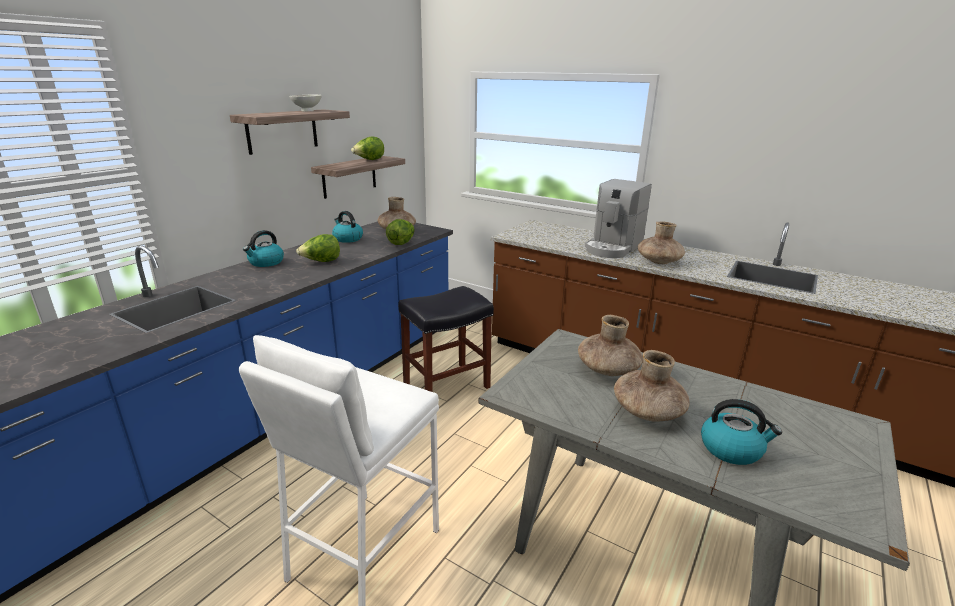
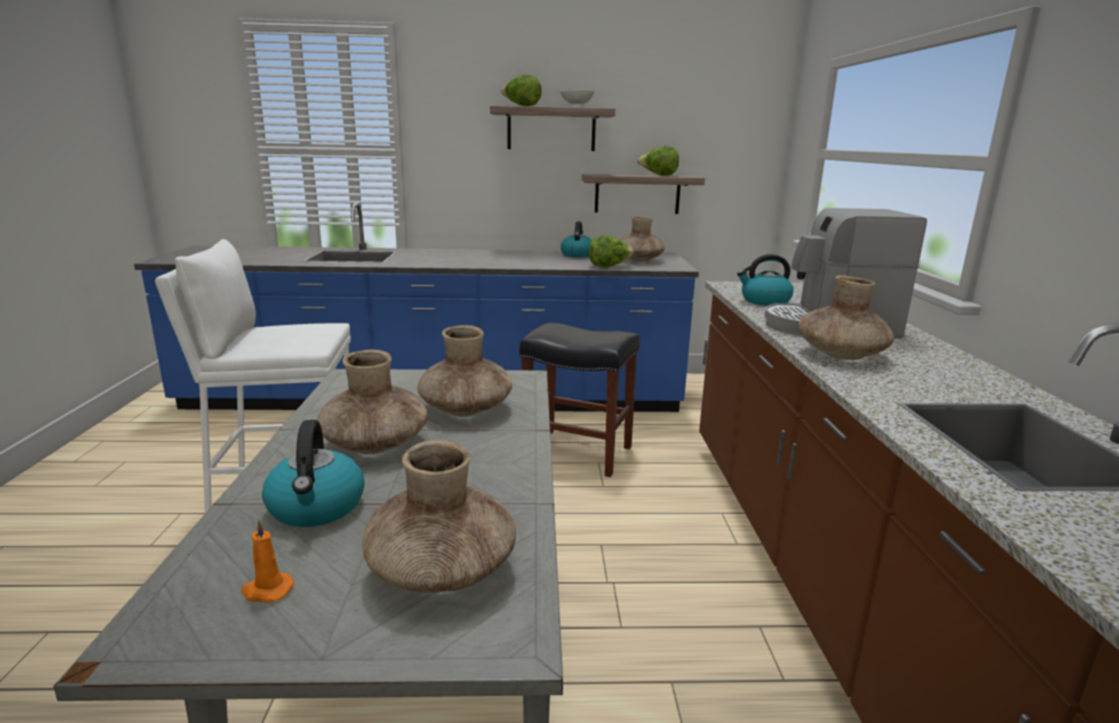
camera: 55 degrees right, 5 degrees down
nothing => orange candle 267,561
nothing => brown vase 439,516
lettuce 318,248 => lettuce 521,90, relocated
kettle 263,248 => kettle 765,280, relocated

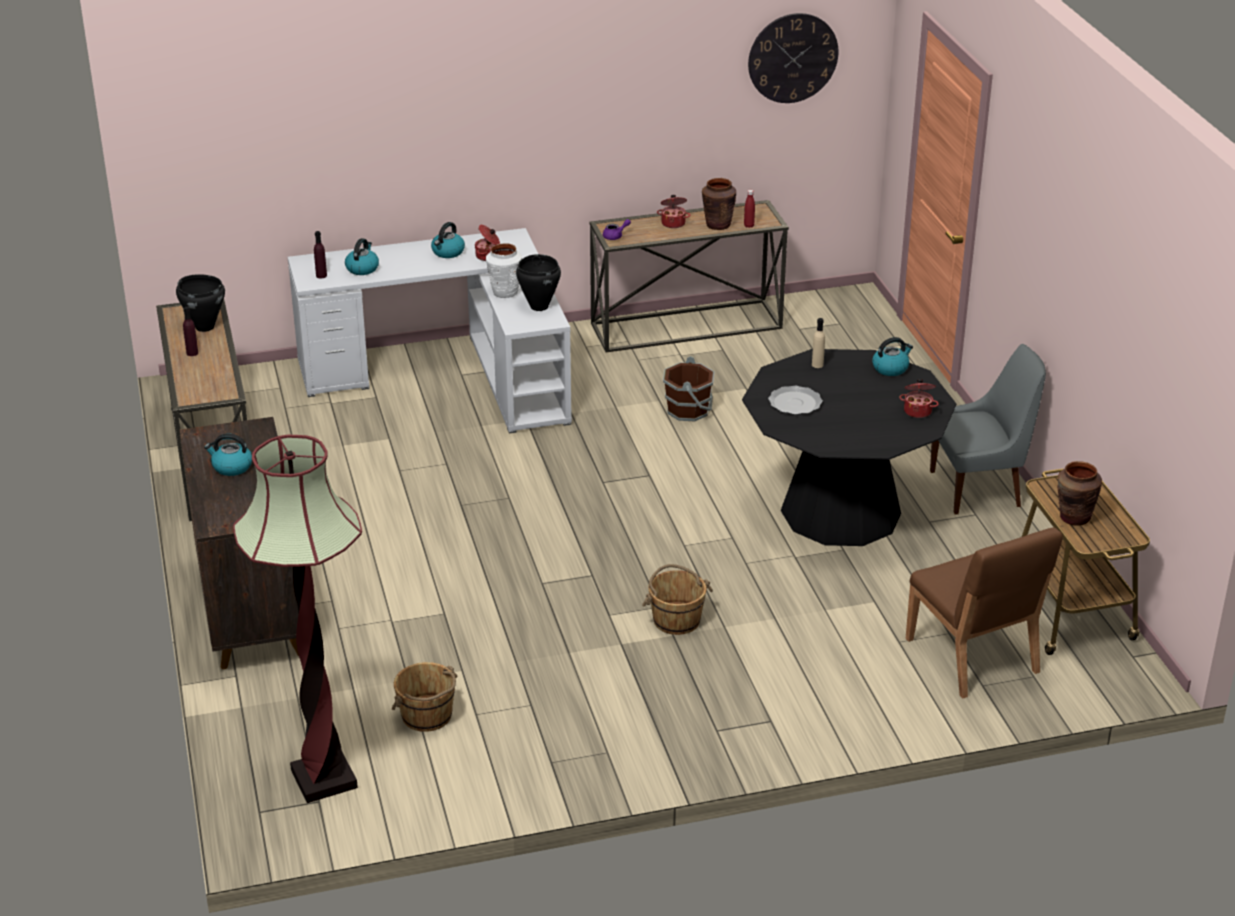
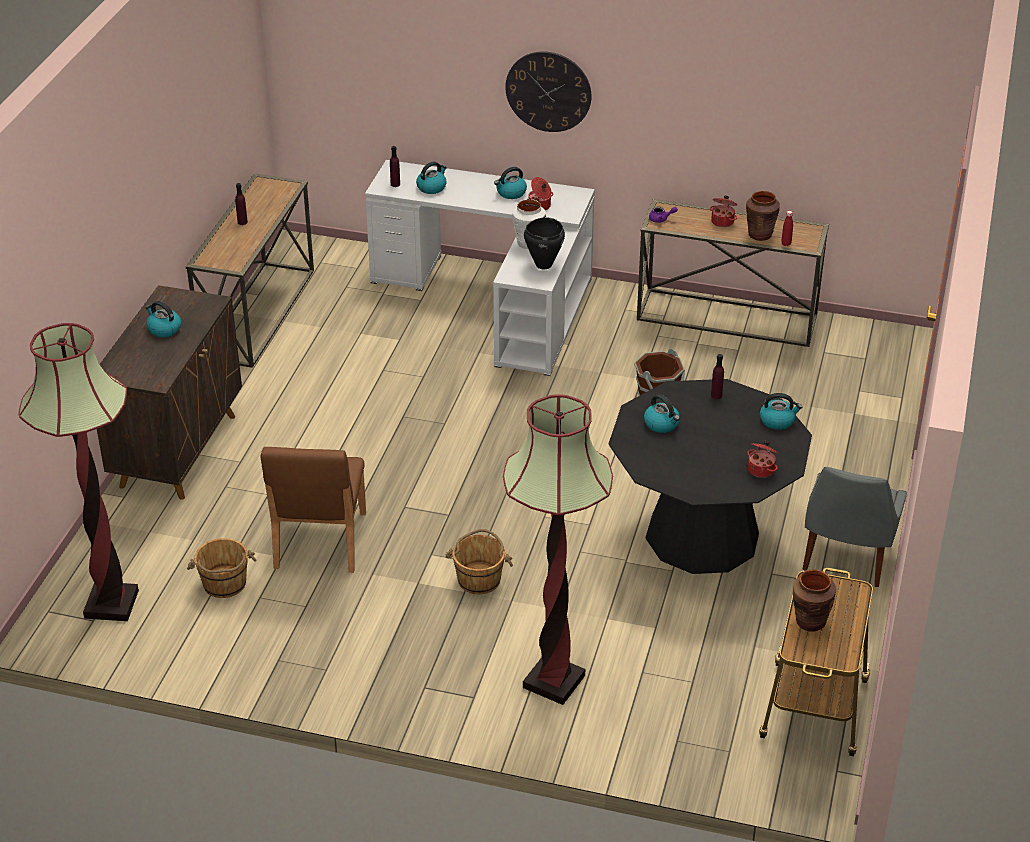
camera: 30 degrees right, 5 degrees up
brown chair 984,612 => brown chair 313,510, relocated
nothing => floor lamp 558,549
wall clock 793,58 => wall clock 548,91, relocated
plate 795,400 => kettle 662,413
beige bottle 818,343 => purple bottle 717,376
grey chair 988,429 => grey chair 855,527, 90 degrees clockwise
black cooking pot 200,303 => nothing

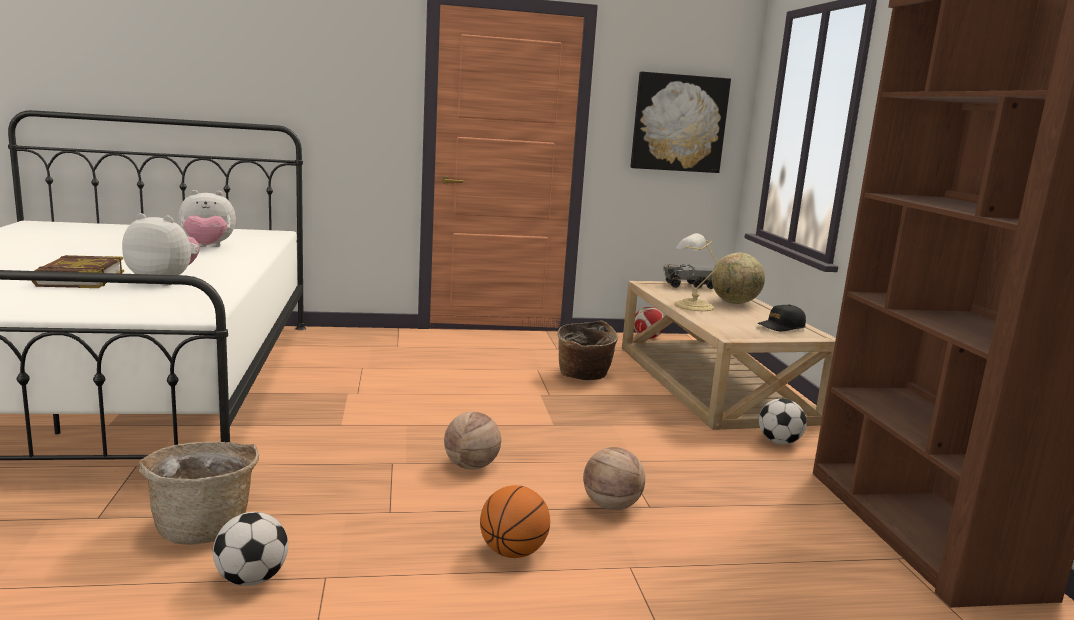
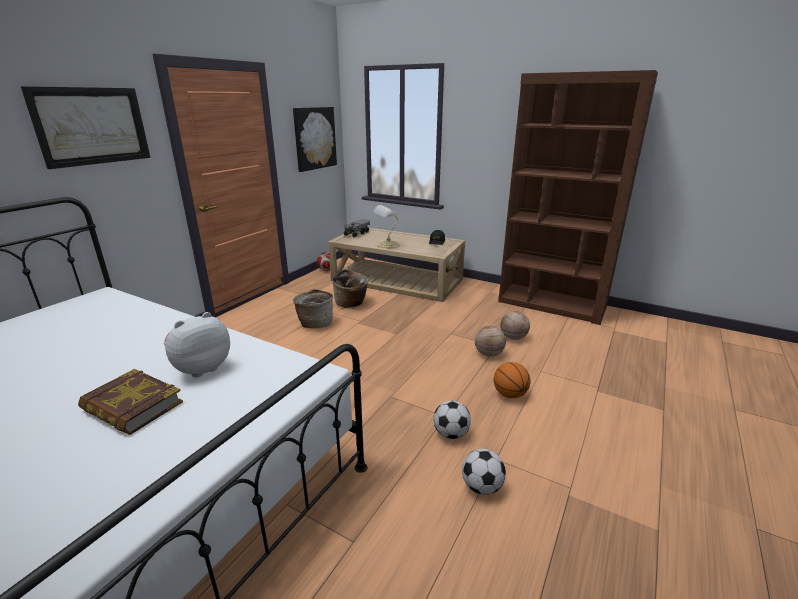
camera: 50 degrees left, 10 degrees up
nothing => picture 85,127
basket 199,493 => basket 313,308, relocated
football 783,421 => football 452,420, relocated
basketball 472,441 => basketball 515,325, relocated
plush toy 207,218 => nothing
globe 738,278 => nothing

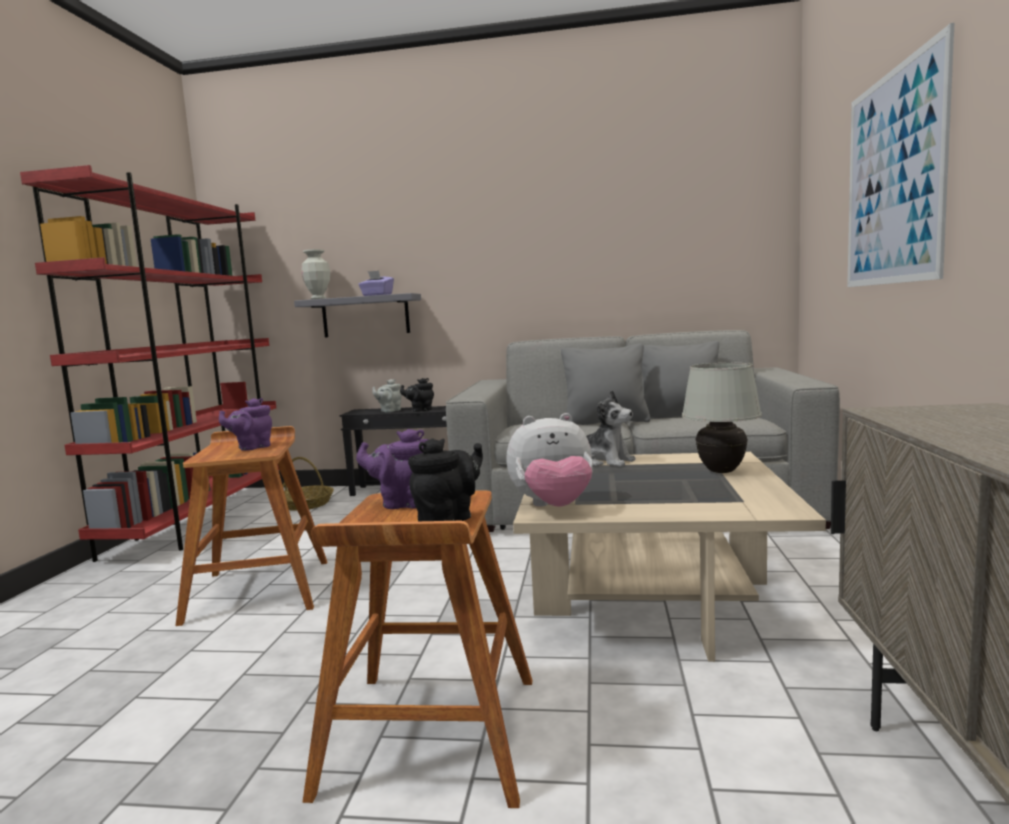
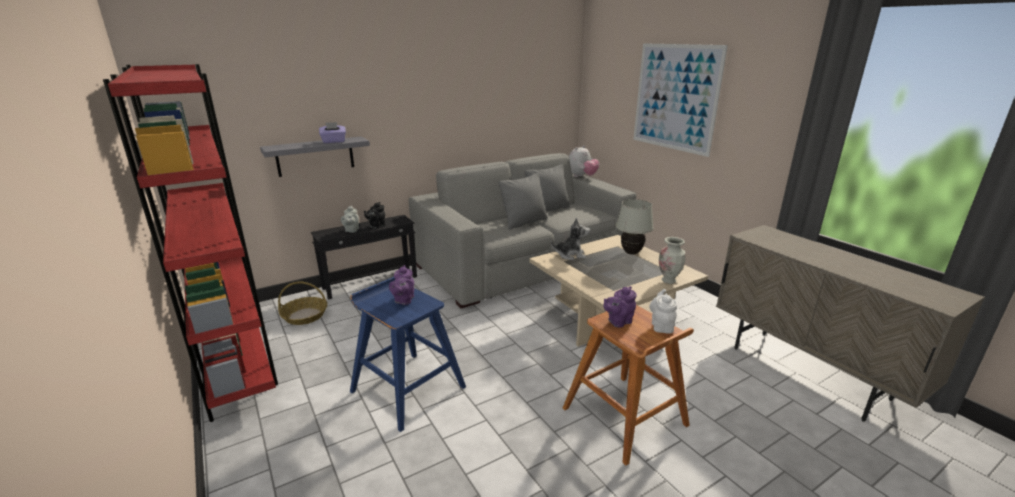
camera: 40 degrees left, 15 degrees up
brown stool 251,526 => blue stool 408,354
plush toy 549,460 => plush toy 584,161, relocated
black teapot 445,479 => white teapot 663,311
vase 315,274 => vase 672,260, relocated

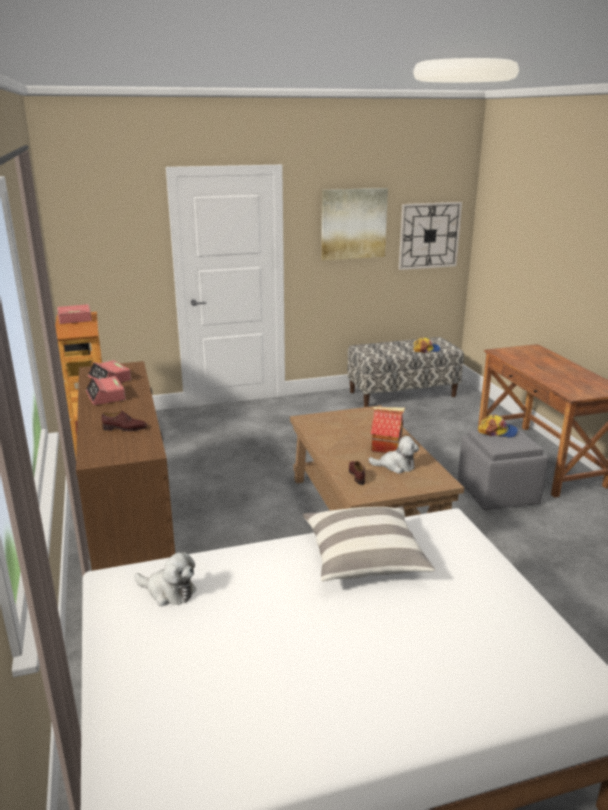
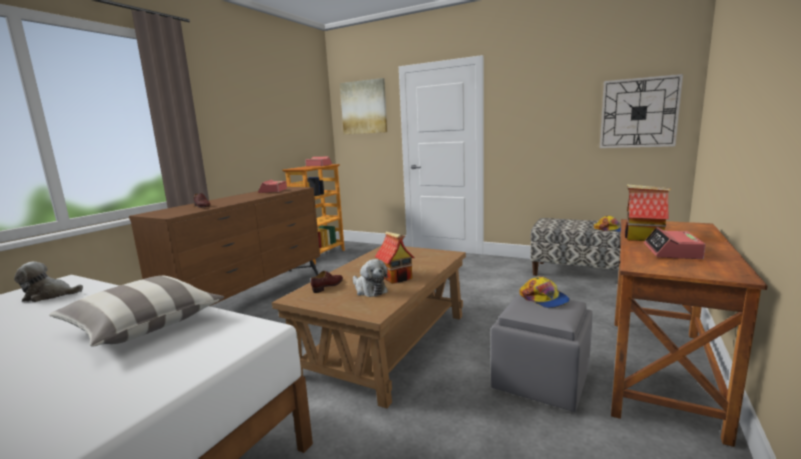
camera: 45 degrees right, 10 degrees down
plush toy 165,579 => plush toy 48,281, 105 degrees clockwise
picture 354,224 => picture 363,106, relocated
nothing => toy house 648,213
alarm clock 106,390 => alarm clock 675,243, relocated

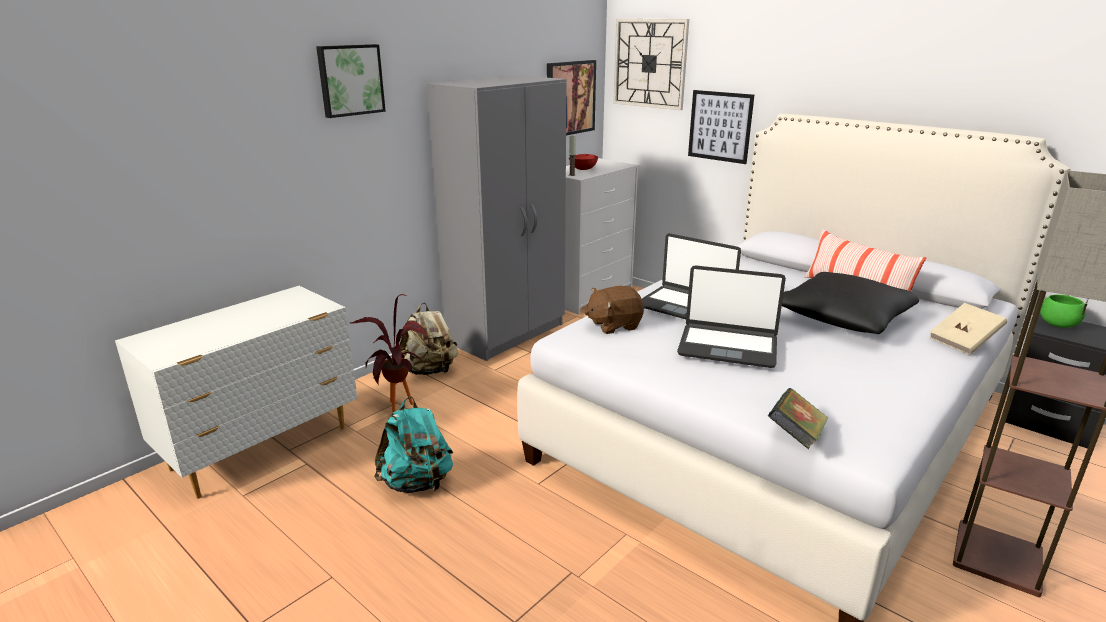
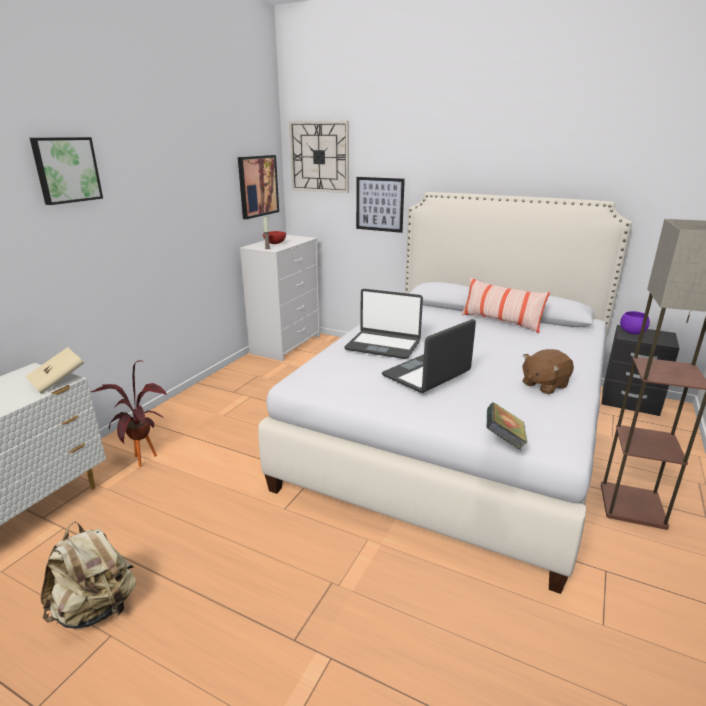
camera: 15 degrees left, 0 degrees up
beige book 968,329 => beige book 55,370, relocated
beige backpack 428,338 => beige backpack 88,575, relocated
laptop 731,316 => laptop 429,356, 135 degrees clockwise
brown plush toy 614,310 => brown plush toy 548,371, relocated
green bowl 1063,311 => purple bowl 635,322
turquoise backpack 413,445 => nothing
grey wardrobe 497,218 => nothing
black pillow 850,303 => nothing

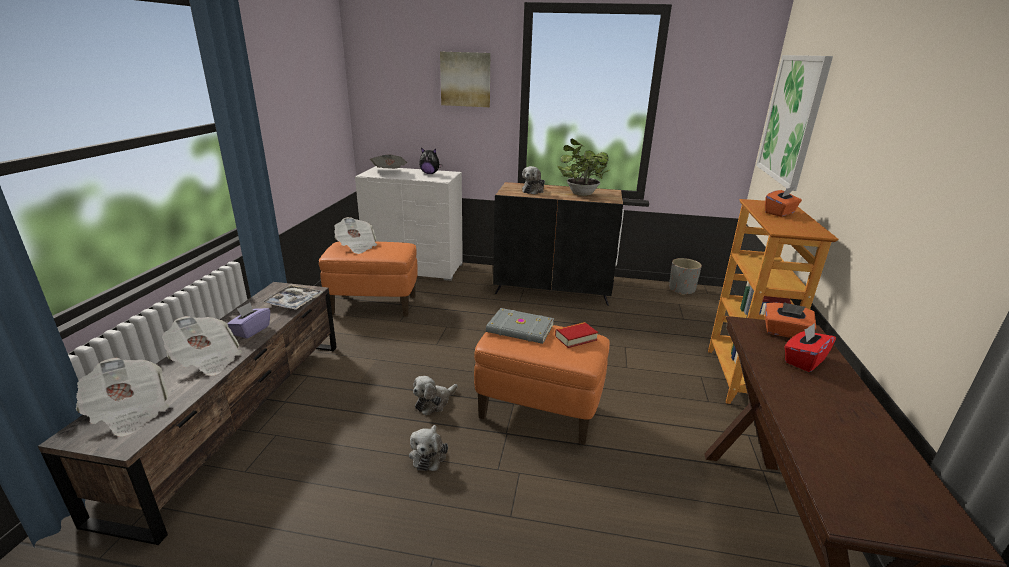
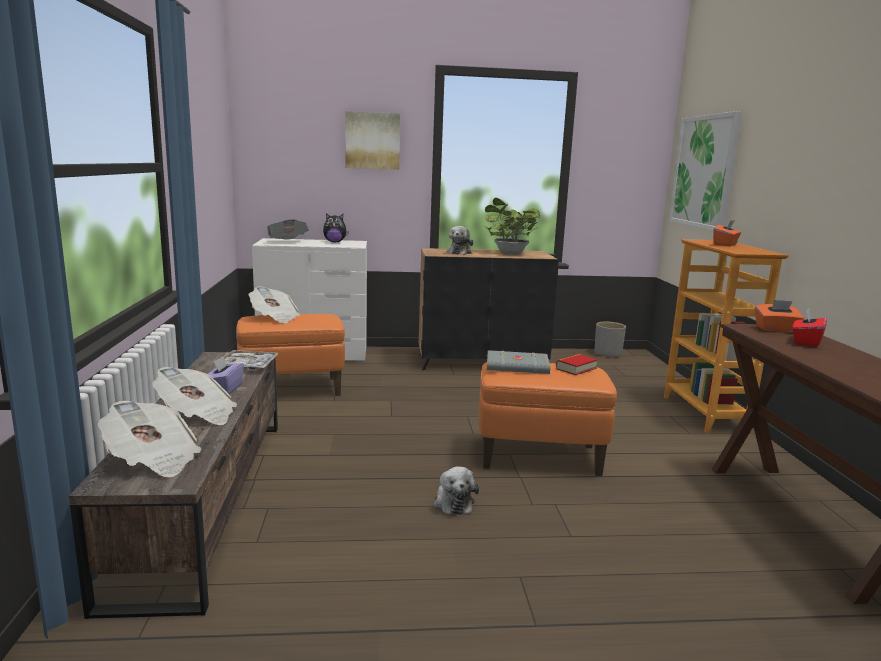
camera: 15 degrees left, 10 degrees down
plush toy 435,395 => nothing

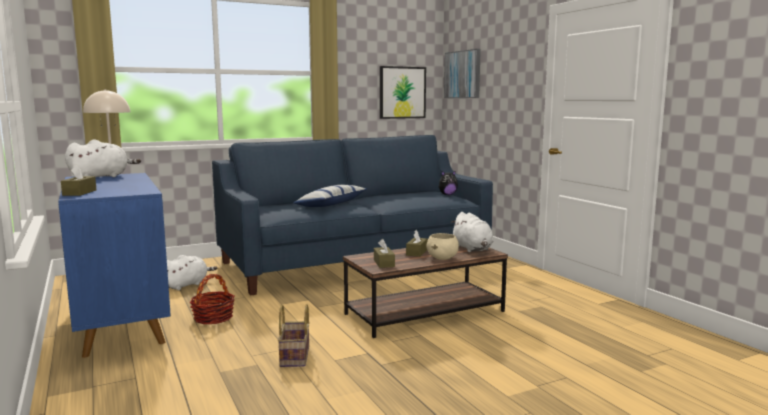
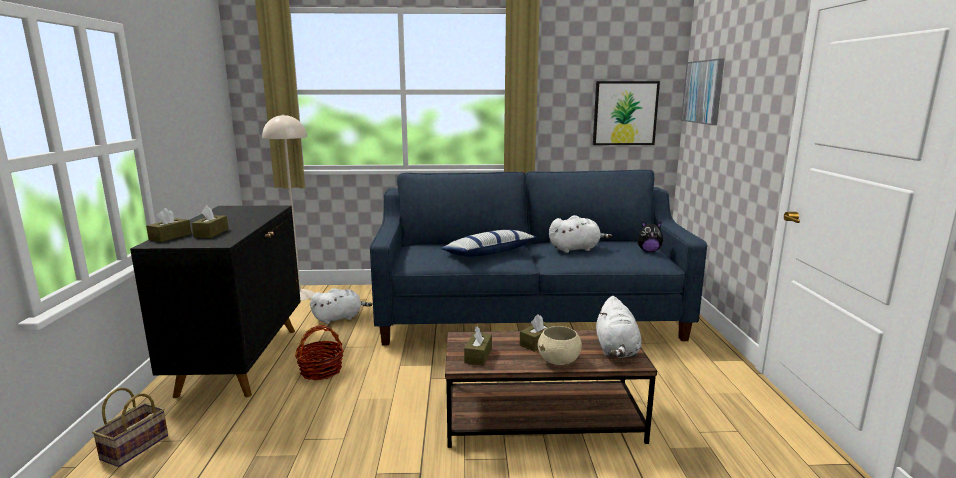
camera: 25 degrees right, 5 degrees up
basket 294,335 => basket 130,427, relocated
blue cabinet 114,265 => black cabinet 215,301
nothing => brown tissue box 210,221
white plush toy 103,158 => white plush toy 580,234, relocated

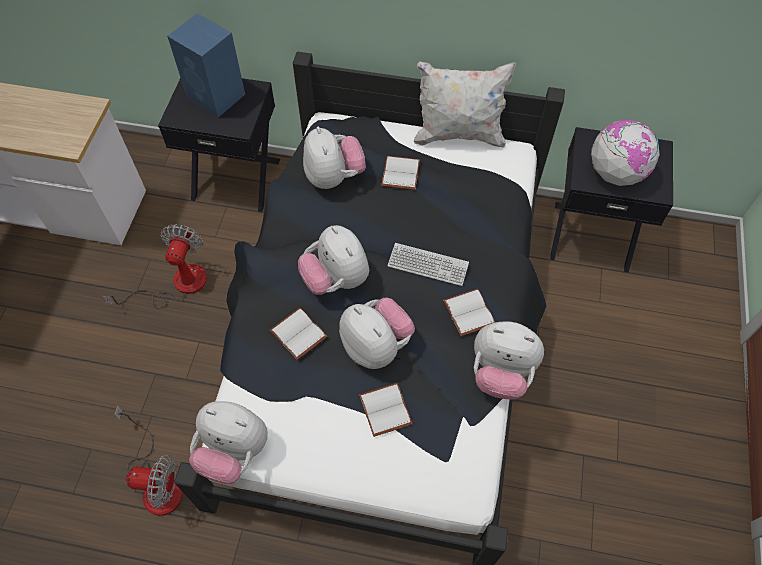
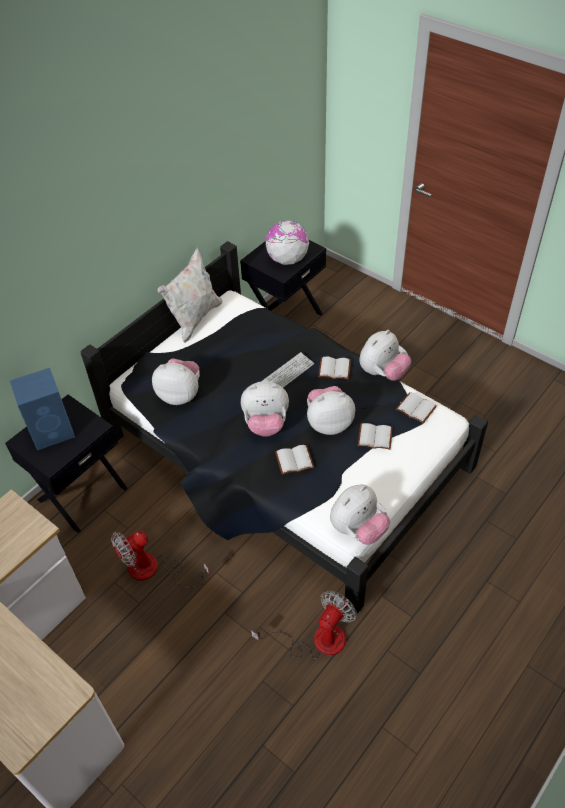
camera: 60 degrees left, 10 degrees down
fan 154,266 => fan 160,559, 75 degrees counterclockwise
white book 400,173 => white book 416,407, relocated

